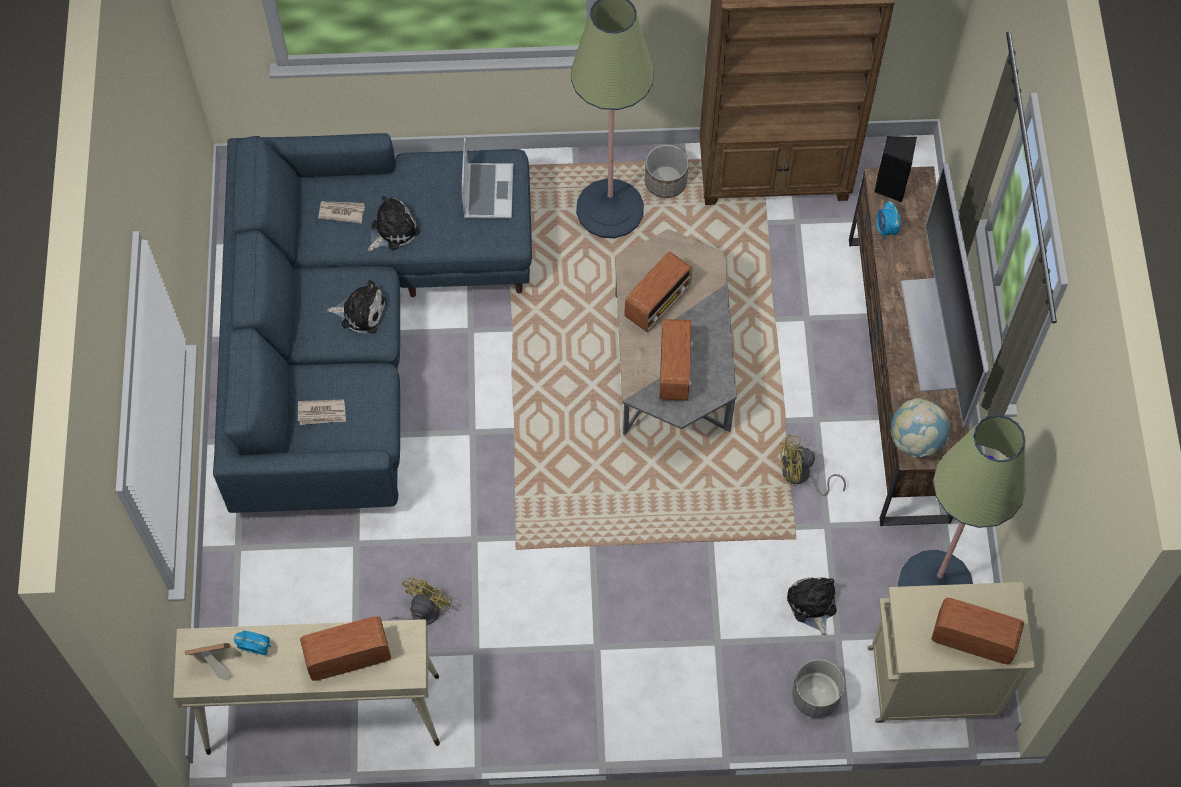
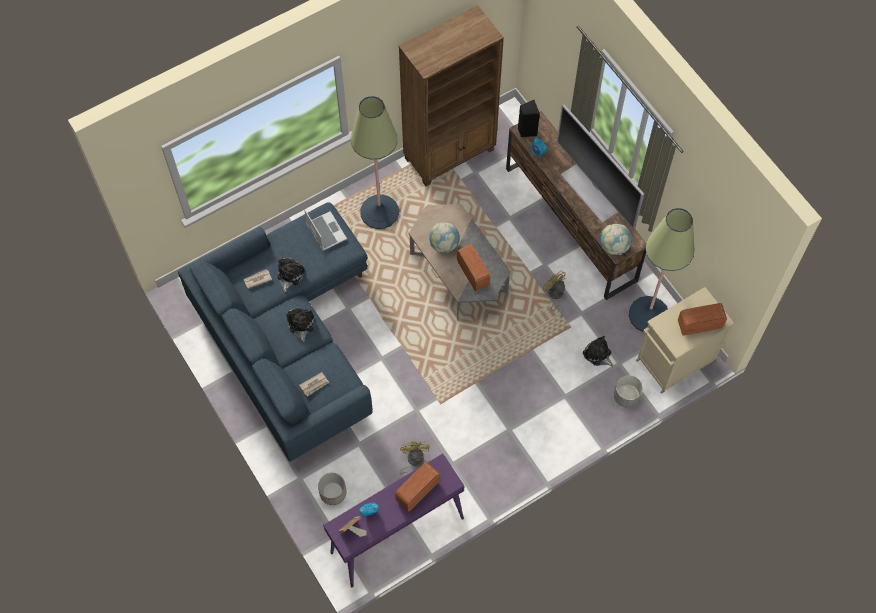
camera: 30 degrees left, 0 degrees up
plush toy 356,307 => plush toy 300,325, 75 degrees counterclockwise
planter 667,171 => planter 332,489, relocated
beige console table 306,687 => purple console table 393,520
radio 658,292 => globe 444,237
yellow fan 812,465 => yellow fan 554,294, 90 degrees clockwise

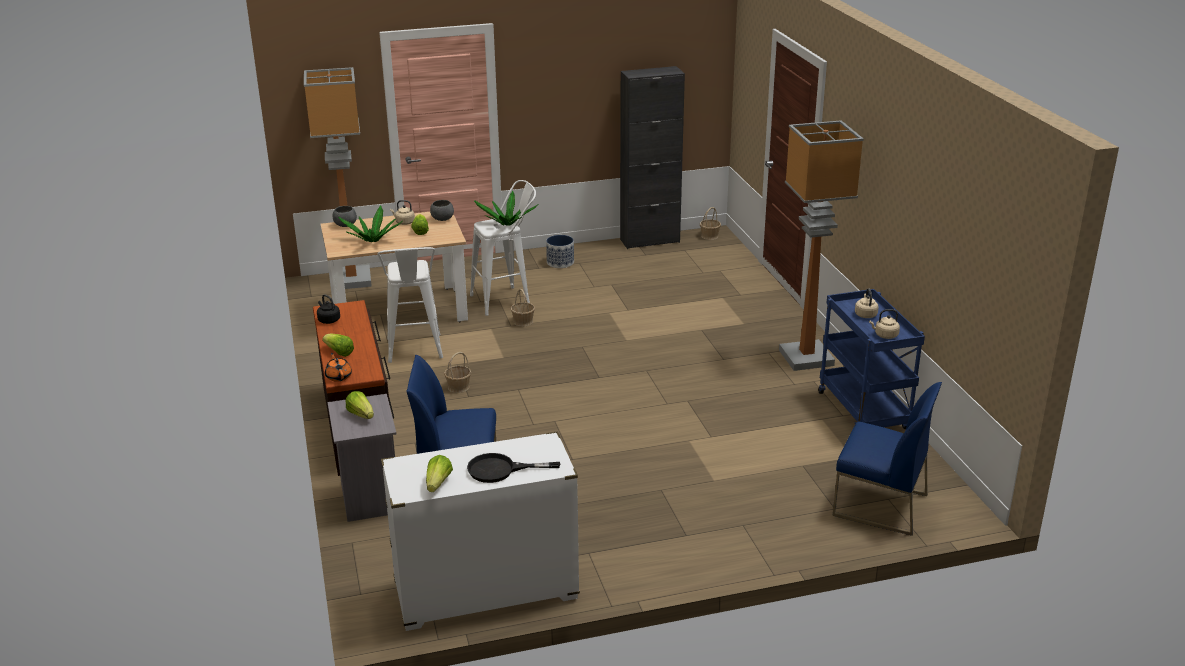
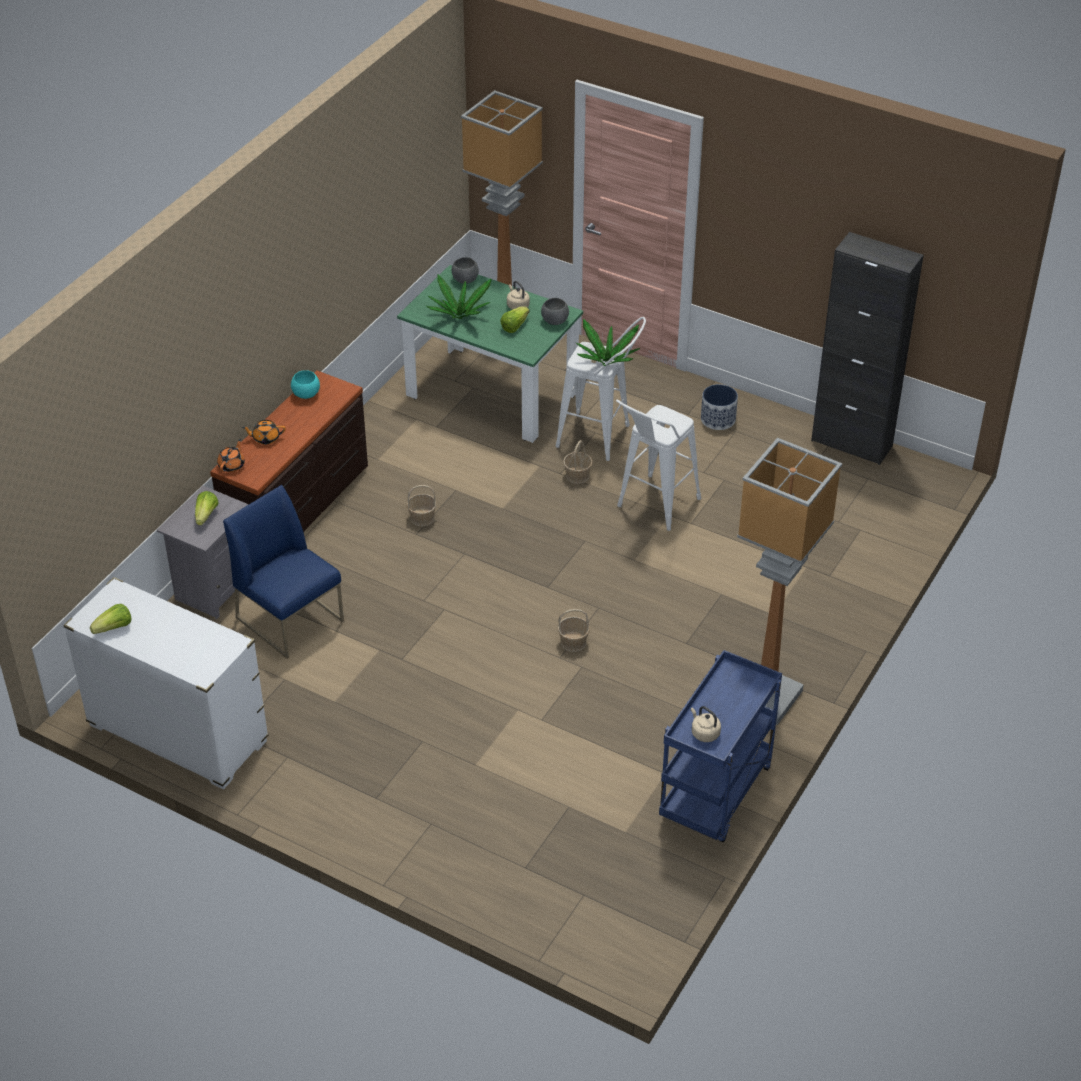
camera: 45 degrees right, 15 degrees up
lettuce 338,345 => orange teapot 264,432
black kettle 328,309 => turquoise bowl 305,384
beige dining table 394,267 => green dining table 490,354
basket 710,223 => basket 574,630, relocated
white stool 410,305 => white stool 658,465, relocated
black frying pan 513,468 => nothing
blue chair 887,459 => nothing
beige kettle 867,303 => nothing

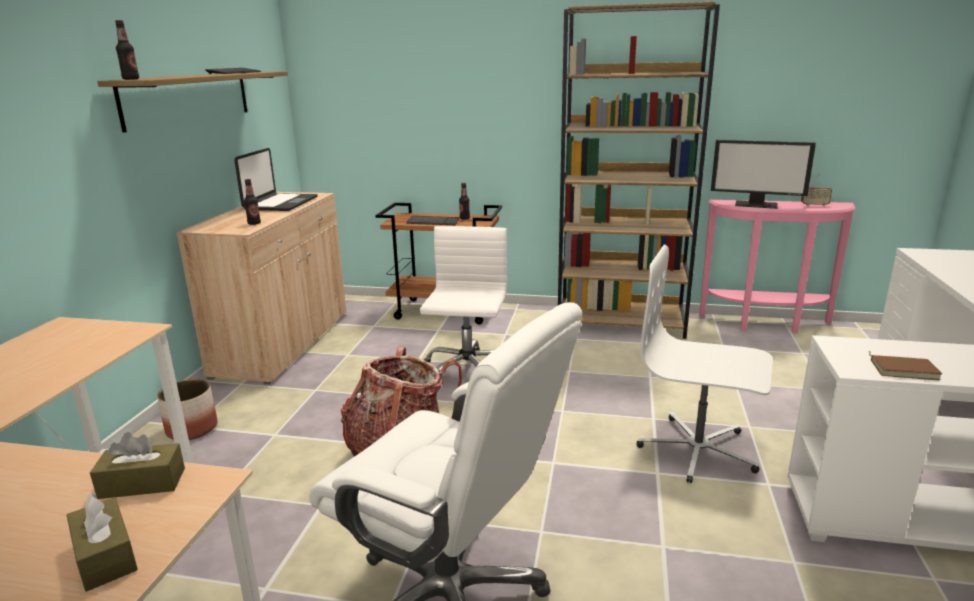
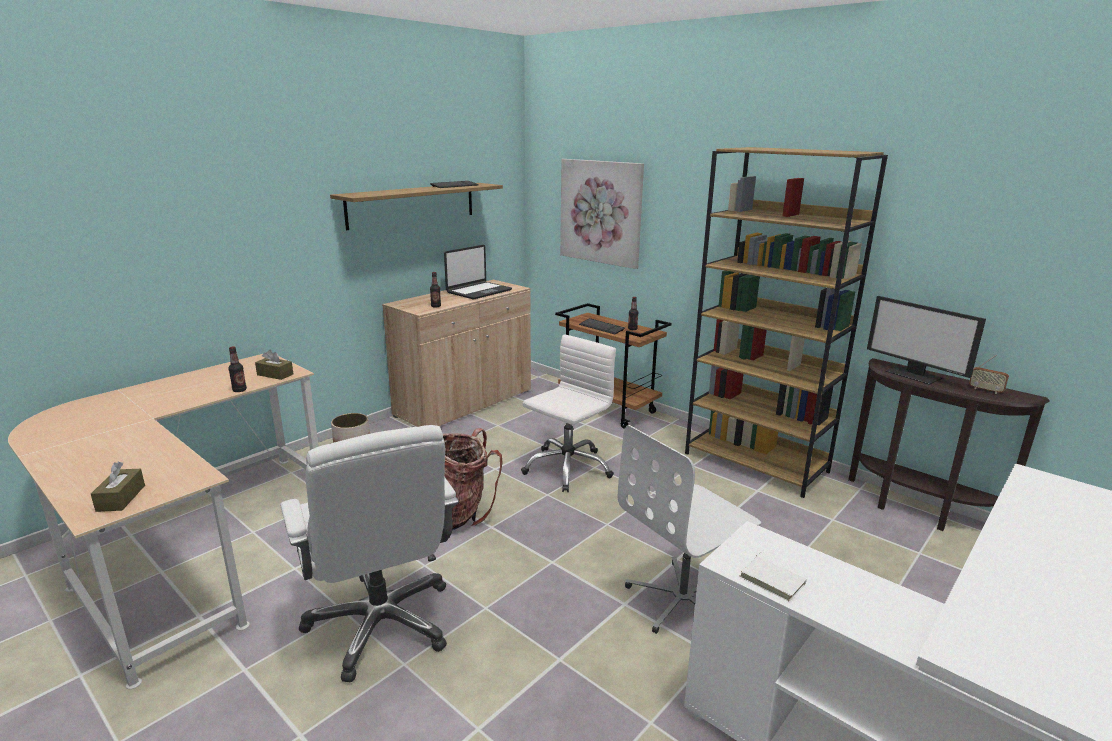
camera: 30 degrees right, 0 degrees up
bottle 127,50 => bottle 237,369, relocated
brown tissue box 137,465 => brown tissue box 274,364, relocated
nothing => picture 602,214
white office chair 705,364 => white office chair 689,529, 90 degrees counterclockwise
brown book 905,365 => white book 773,576
pink console table 777,267 => brown console table 949,444

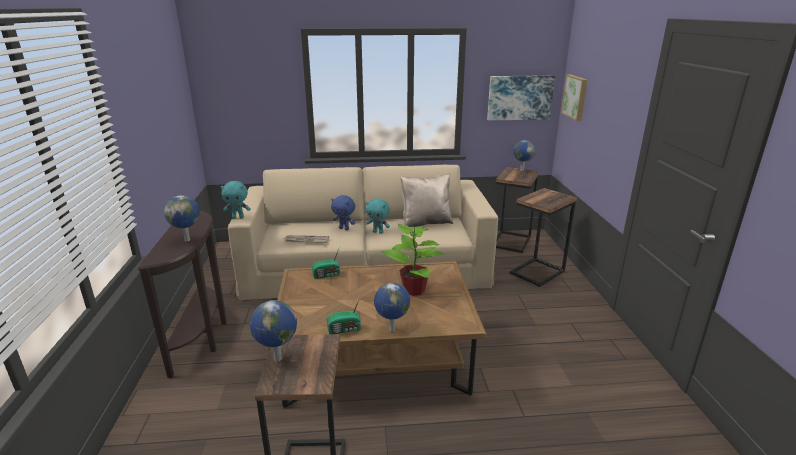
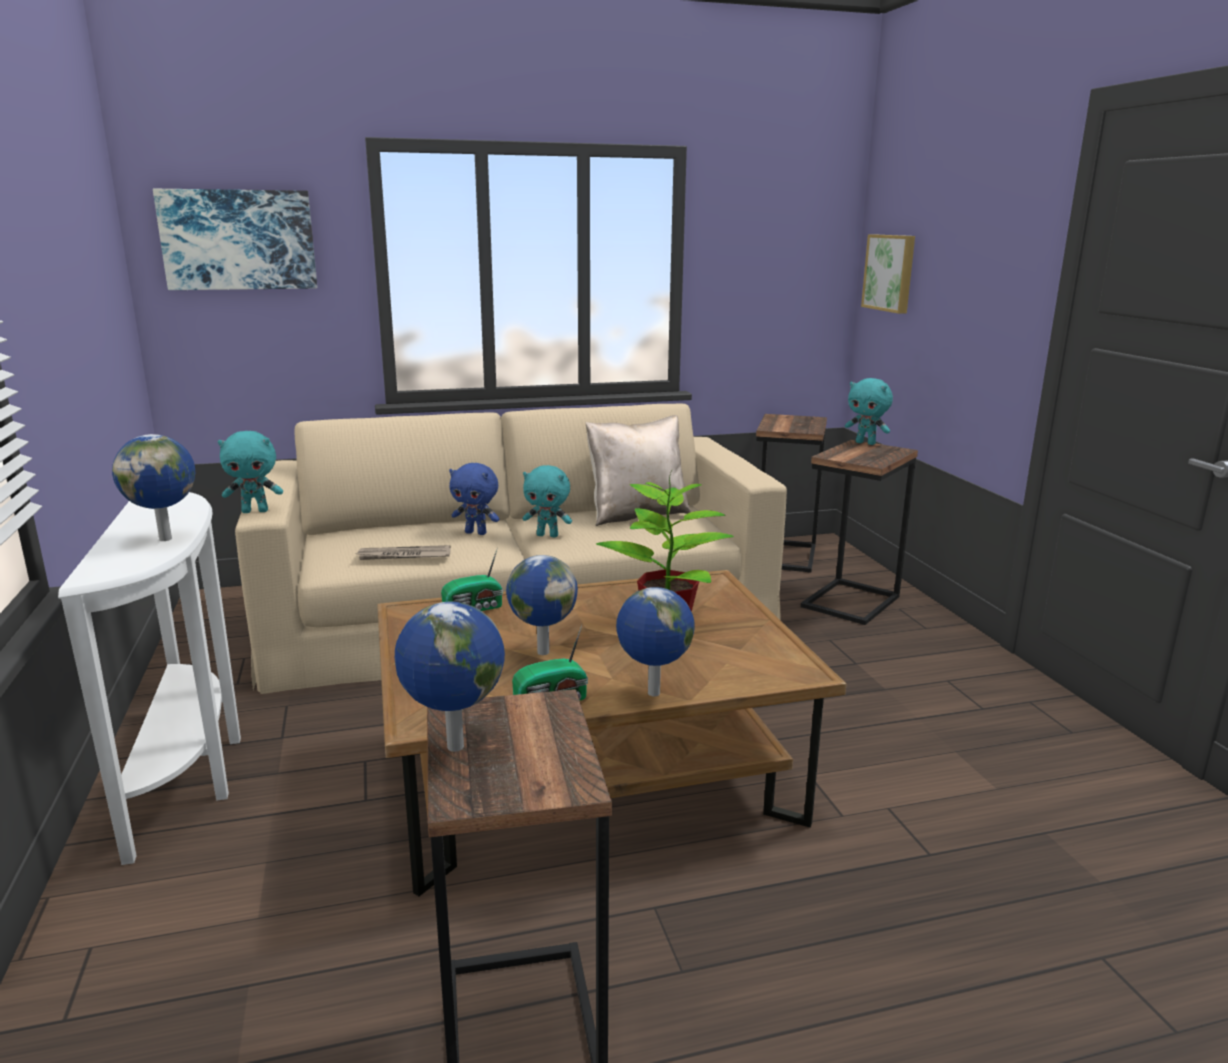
camera: 10 degrees left, 5 degrees down
brown console table 182,294 => white console table 149,678
picture 521,98 => picture 235,239, relocated
globe 524,155 => globe 542,605, relocated
nothing => turquoise plush toy 869,411

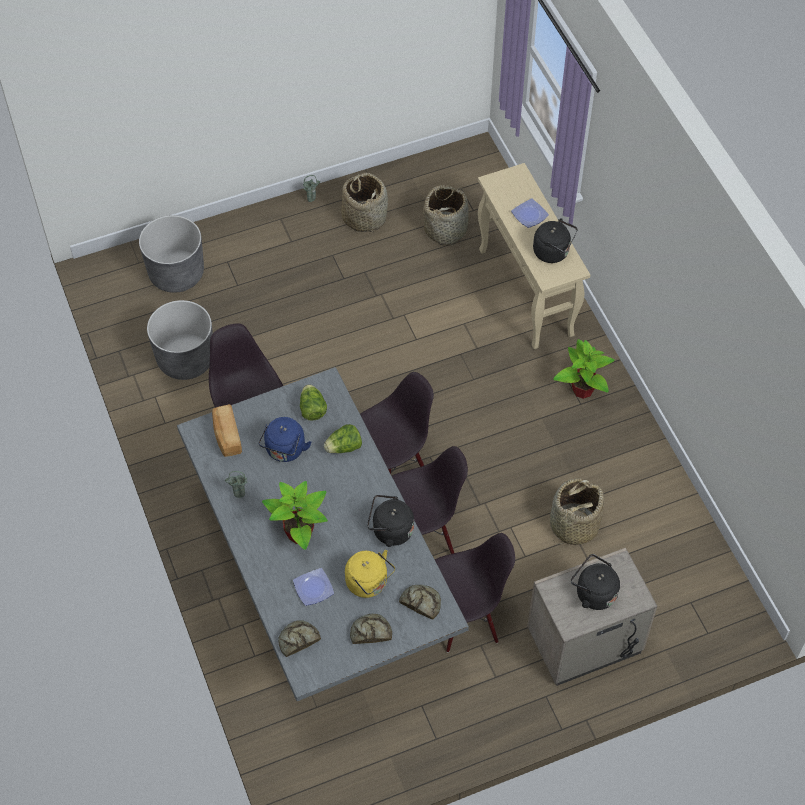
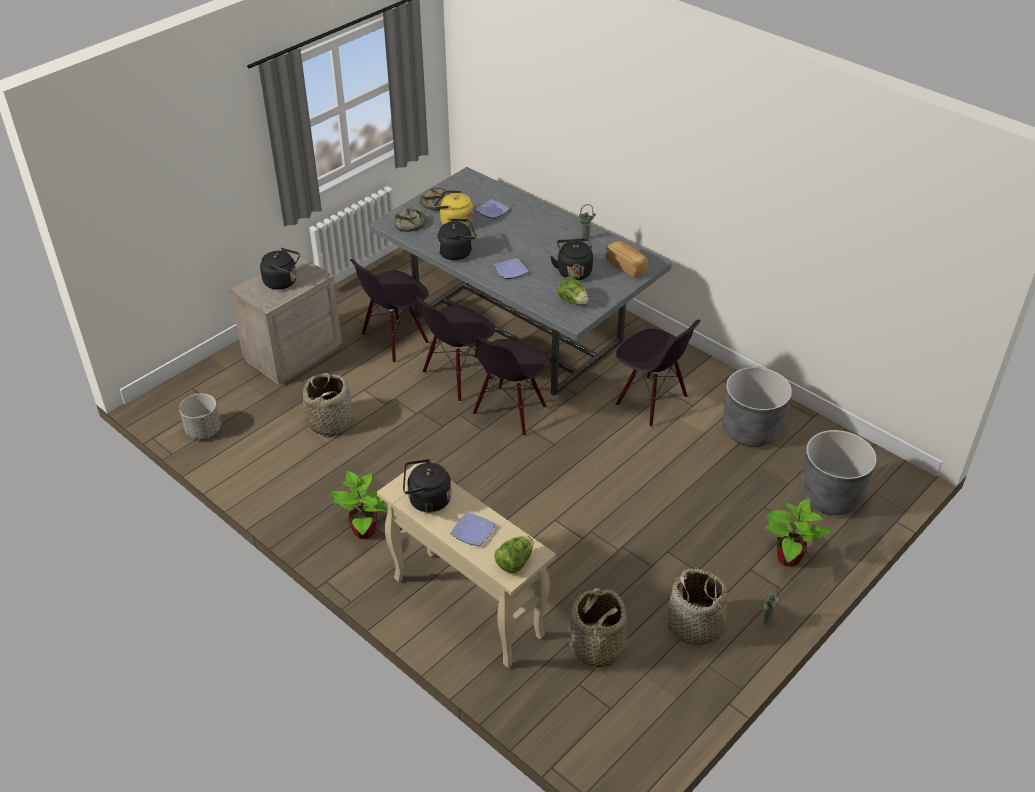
camera: 155 degrees right, 15 degrees down
nothing => grey planter 200,416
nothing => plate 511,268
lettuce 343,438 => lettuce 514,554, relocated
blue kettle 285,439 => black kettle 571,259
potted plant 295,515 => potted plant 797,532, relocated
bread 299,638 => nothing

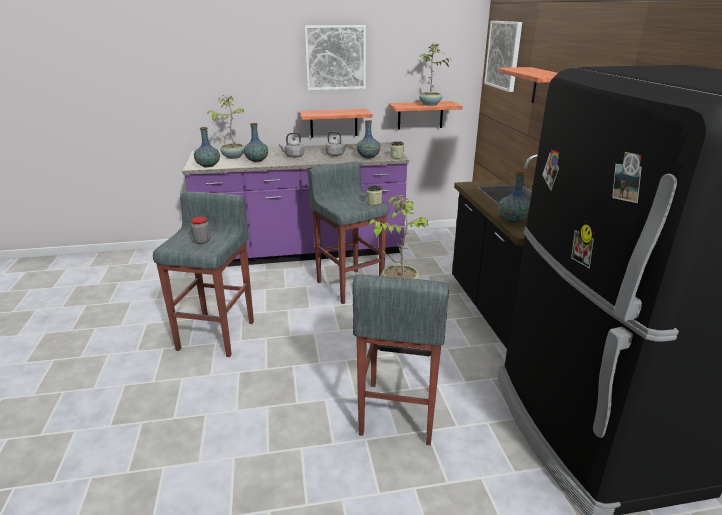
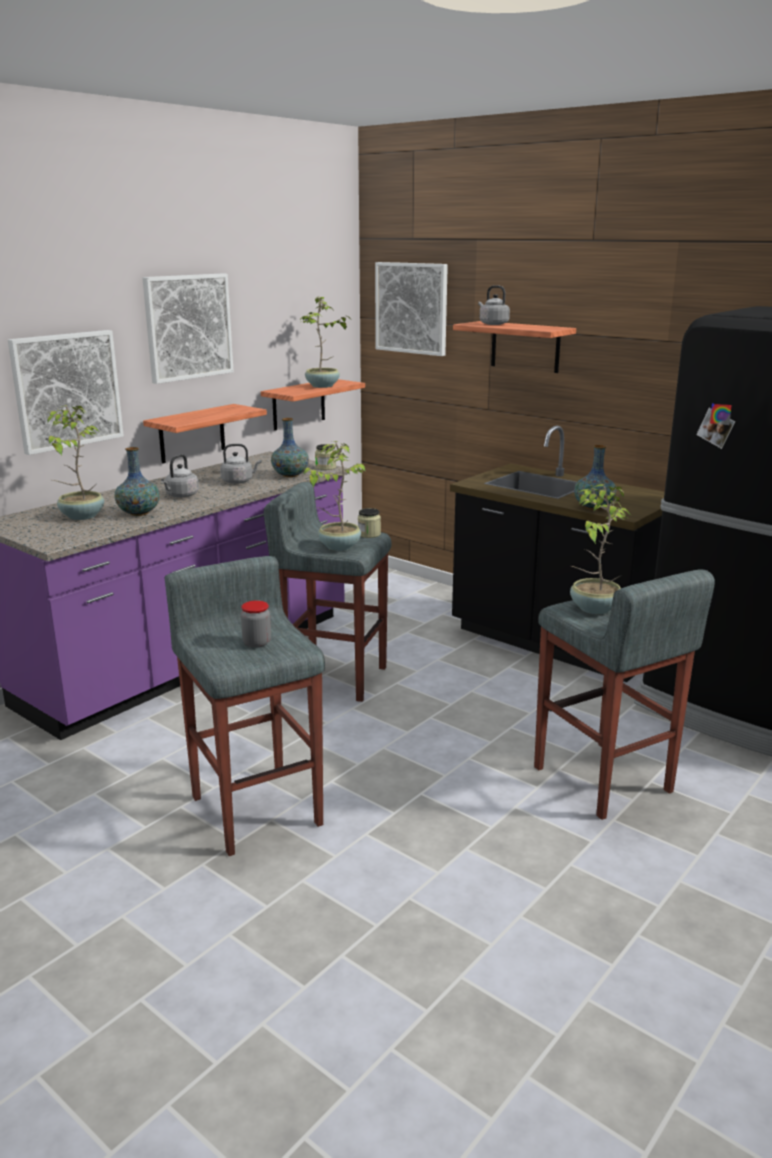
camera: 40 degrees left, 5 degrees down
nothing => picture 66,392
nothing => potted plant 334,496
nothing => grey kettle 494,305
vase 207,147 => nothing

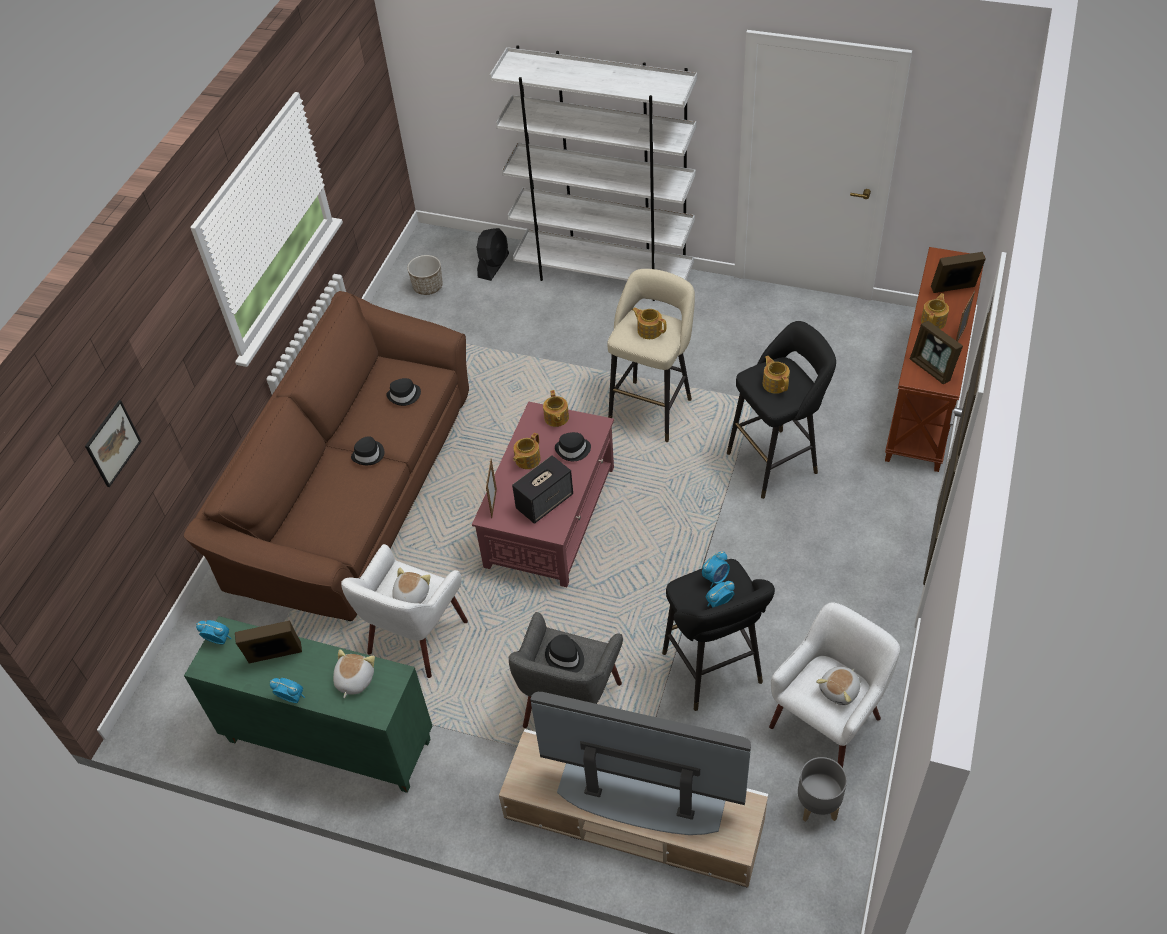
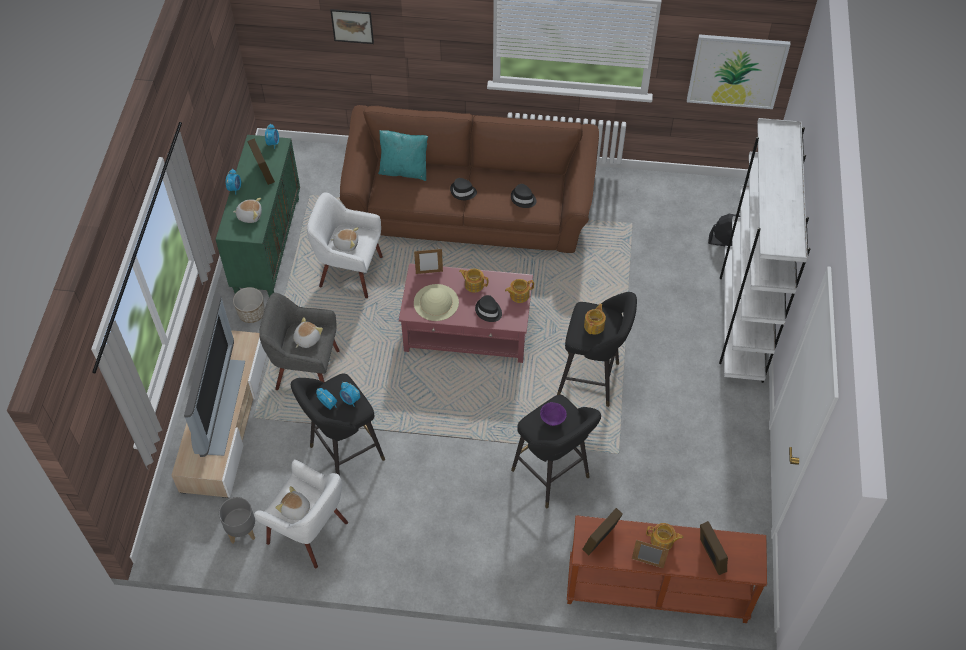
camera: 75 degrees right, 5 degrees up
planter 425,275 => planter 249,305, relocated
black hat 564,653 => plush toy 308,332
nothing => turquoise pillow 403,155
speaker 542,489 => beige hat 436,302
teapot 776,375 => purple bowl 553,414
beige stool 651,355 => black stool 597,349
nothing => picture 738,71

